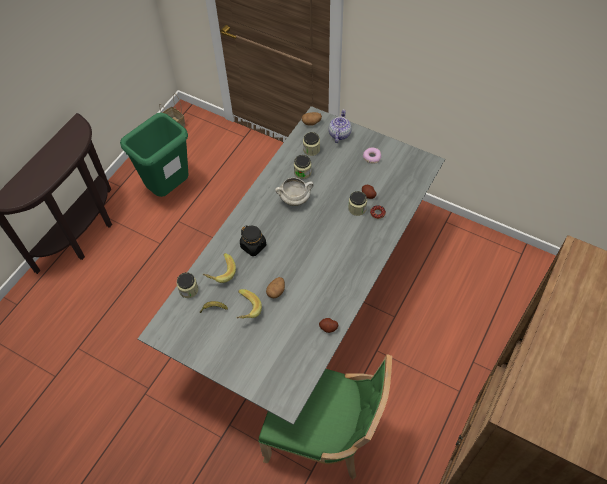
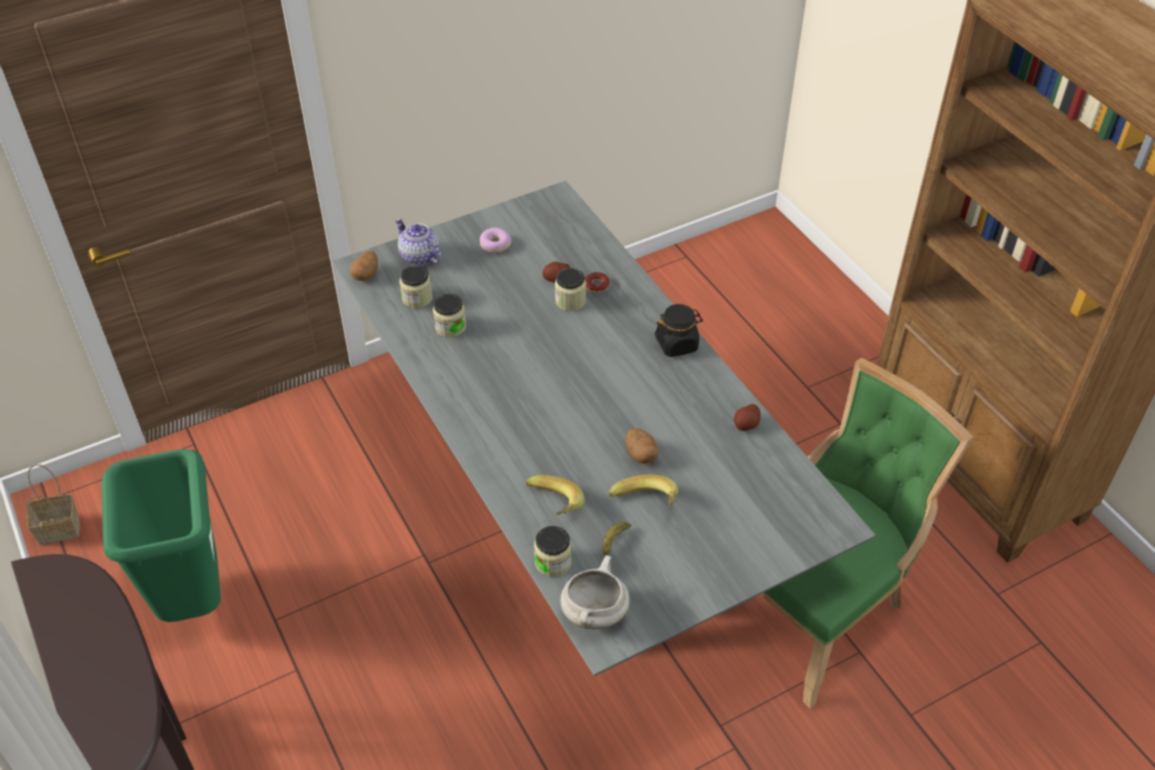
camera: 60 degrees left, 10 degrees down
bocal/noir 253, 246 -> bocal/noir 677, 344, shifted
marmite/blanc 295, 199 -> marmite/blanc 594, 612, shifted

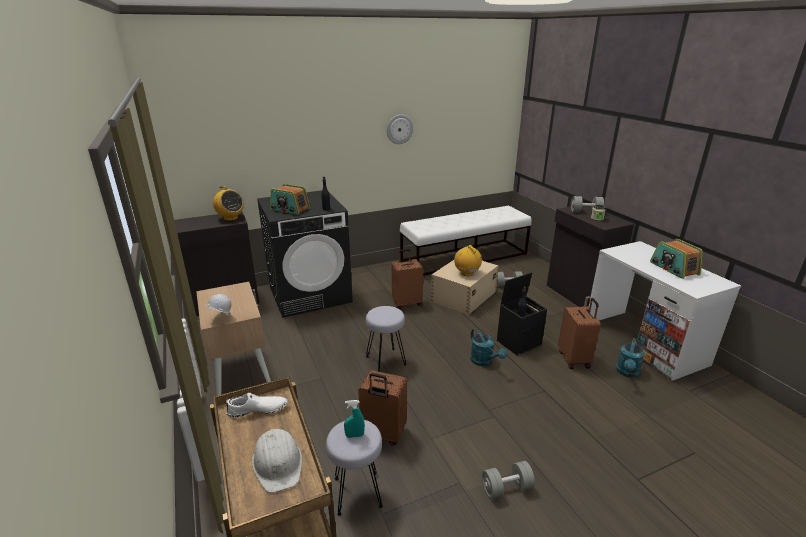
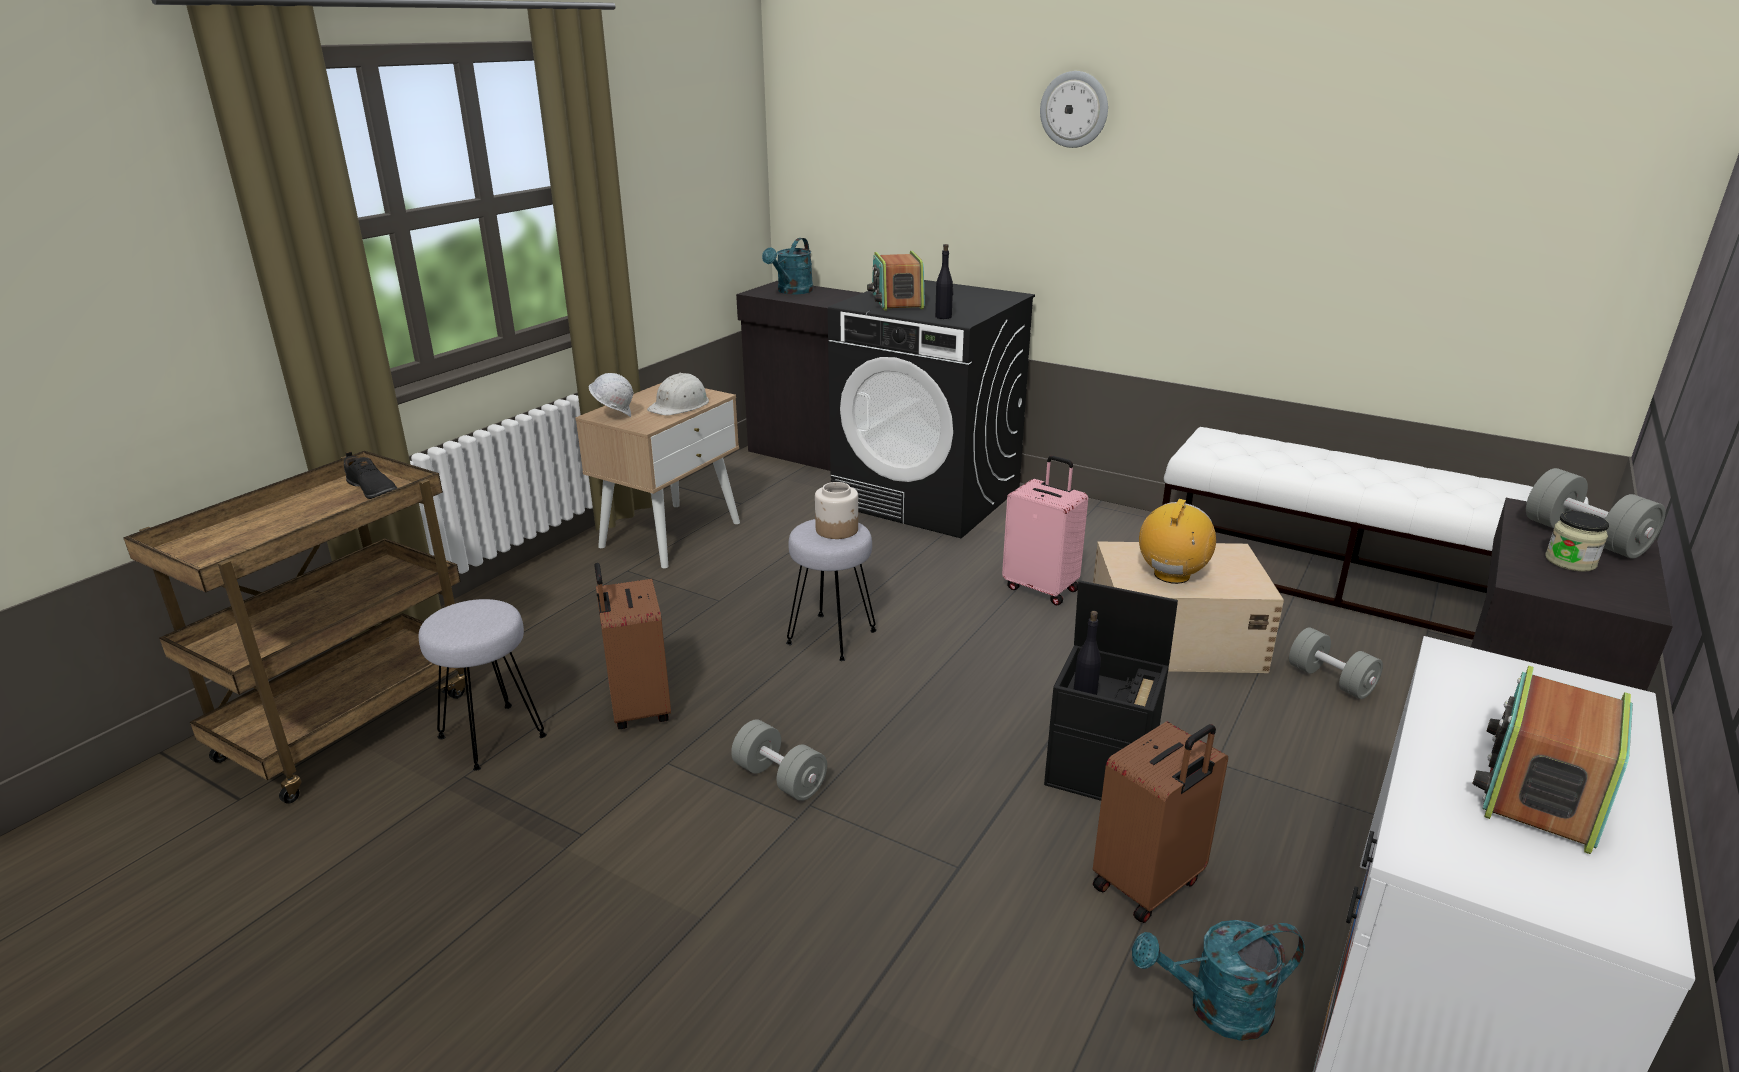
camera: 55 degrees right, 0 degrees up
radio 230, 218 -> none
vaporisateur/turquoise 354, 435 -> none
none -> bocal 837, 530
casque de chantier/blanc 278, 463 -> casque de chantier/blanc 680, 405, shifted
horloge murale 399, 129 -> horloge murale 1074, 109, shifted
arrosoir/turquoise 484, 362 -> arrosoir/turquoise 792, 292, shifted
haltère/gris 506, 488 -> haltère/gris 779, 778, shifted
chaussure/blanc 257, 410 -> chaussure/noir 371, 490
valise/marron 407, 303 -> valise/rose 1042, 588

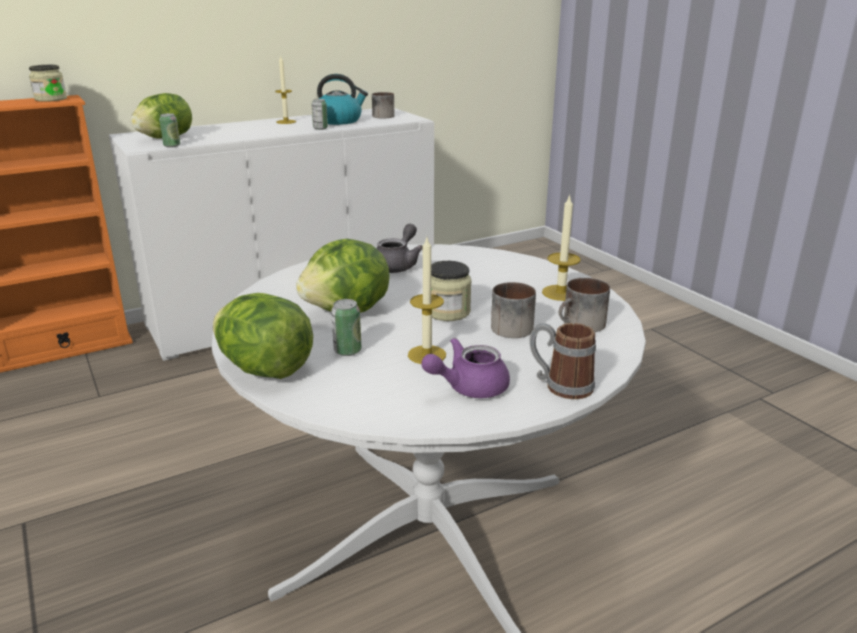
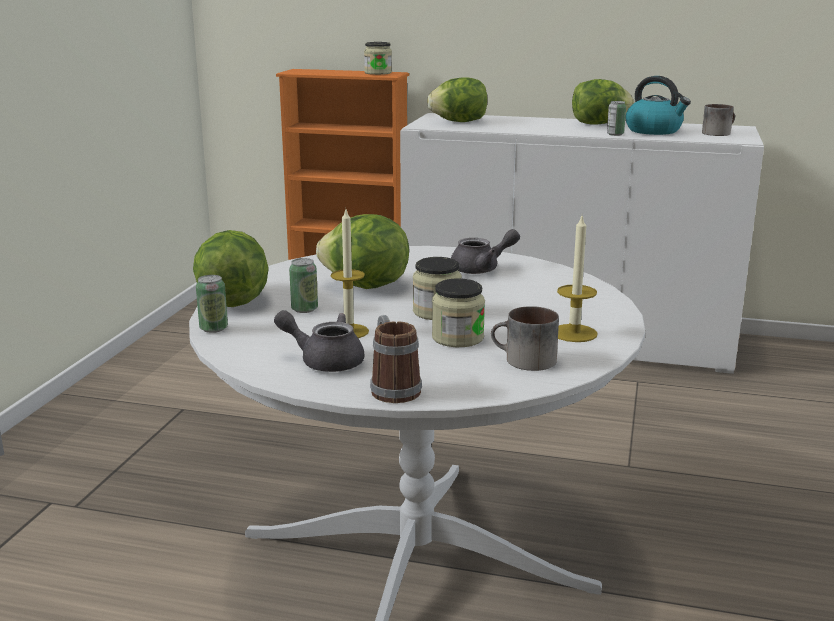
camera: 45 degrees right, 5 degrees down
boîte métallique 172, 146 -> boîte métallique 213, 328, shifted
bougie 286, 122 -> laitue 599, 124
mug 507, 326 -> bocal 457, 338
théière/violet 468, 387 -> théière/gris 325, 361

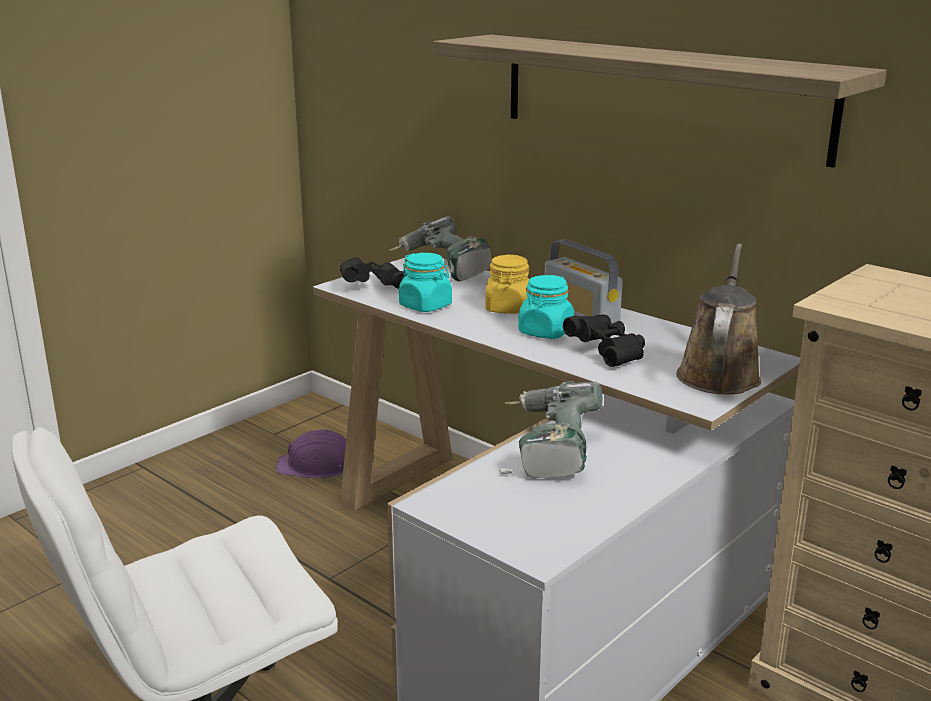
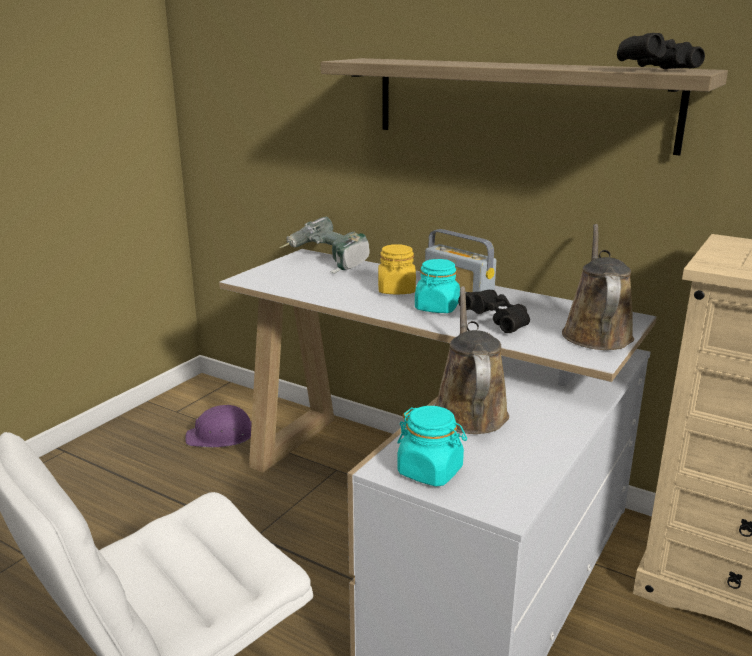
camera: 10 degrees left, 0 degrees up
jumelles/noir 373, 286 -> jumelles/noir 653, 70, shifted
bocal/turquoise 426, 306 -> bocal/turquoise 430, 471, shifted
perceuse 547, 451 -> arrosoir/marron 469, 410

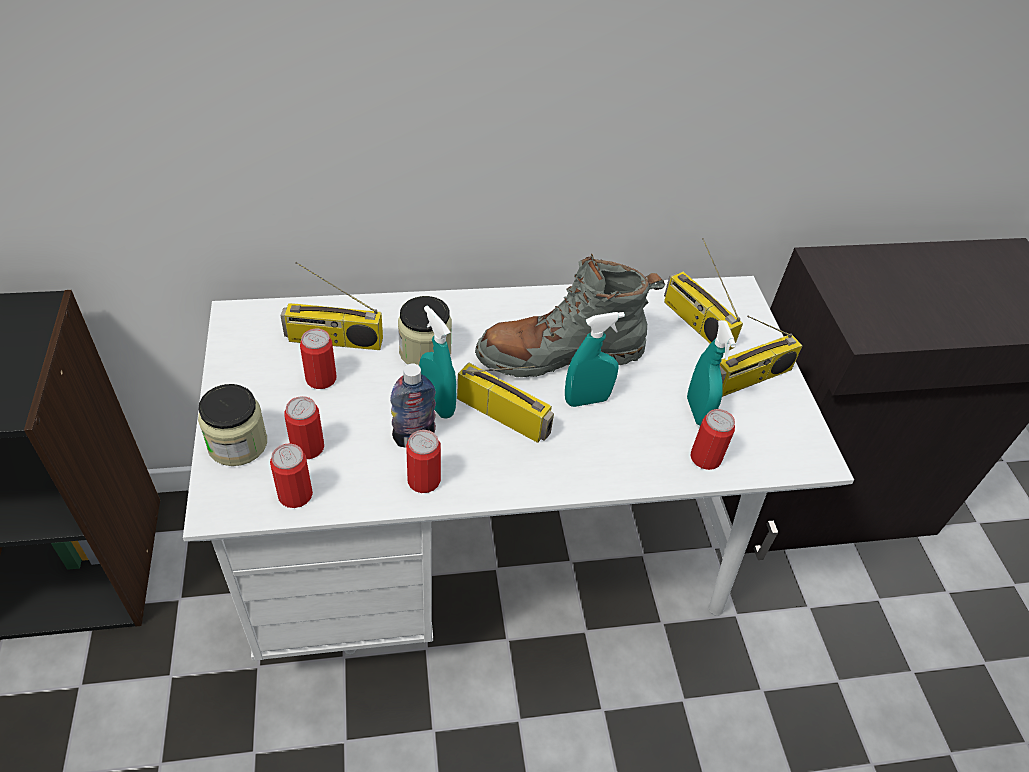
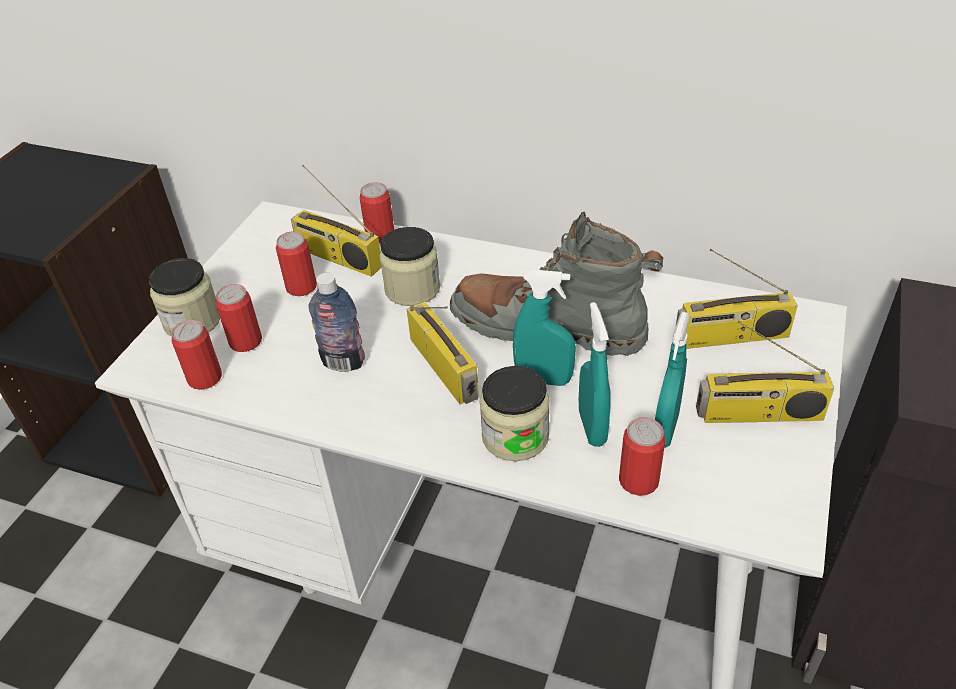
camera: 35 degrees right, 5 degrees down
none -> bocal 515, 436
boîte métallique 423, 480 -> boîte métallique 380, 236, shifted
vaporisateur/turquoise 437, 404 -> vaporisateur/turquoise 592, 427, shifted
radio 695, 323 -> radio 731, 337, 90 degrees counterclockwise

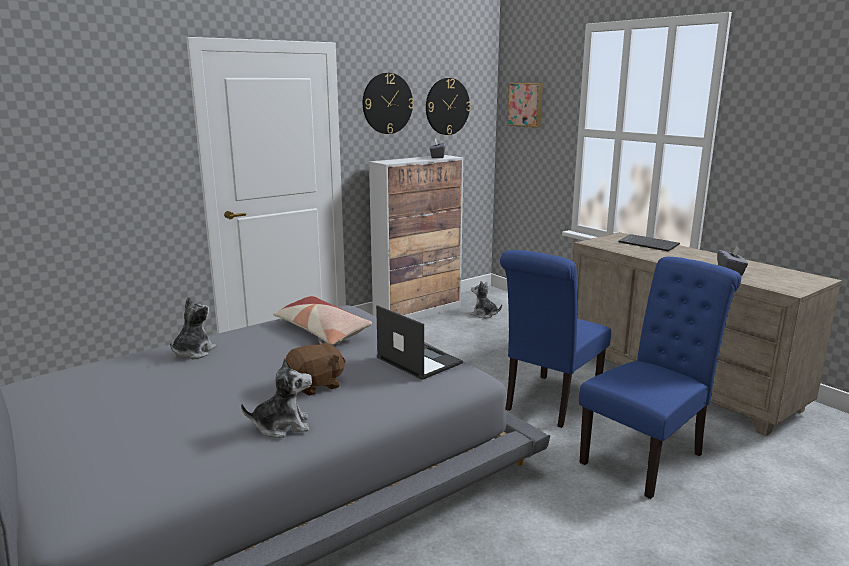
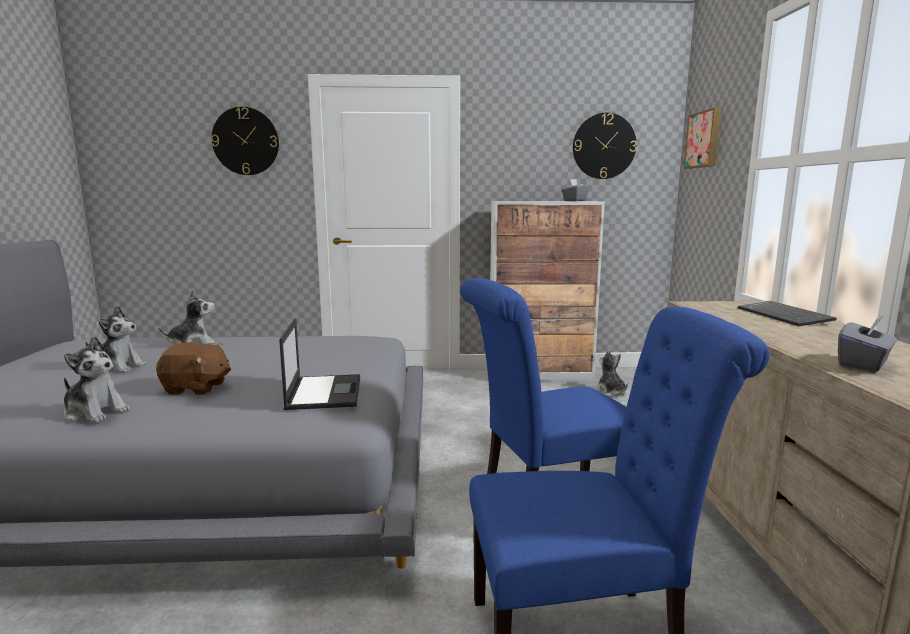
camera: 35 degrees right, 5 degrees down
coussin 322, 331 -> none
none -> peluche 117, 367
horloge murale 387, 103 -> horloge murale 246, 141, shifted

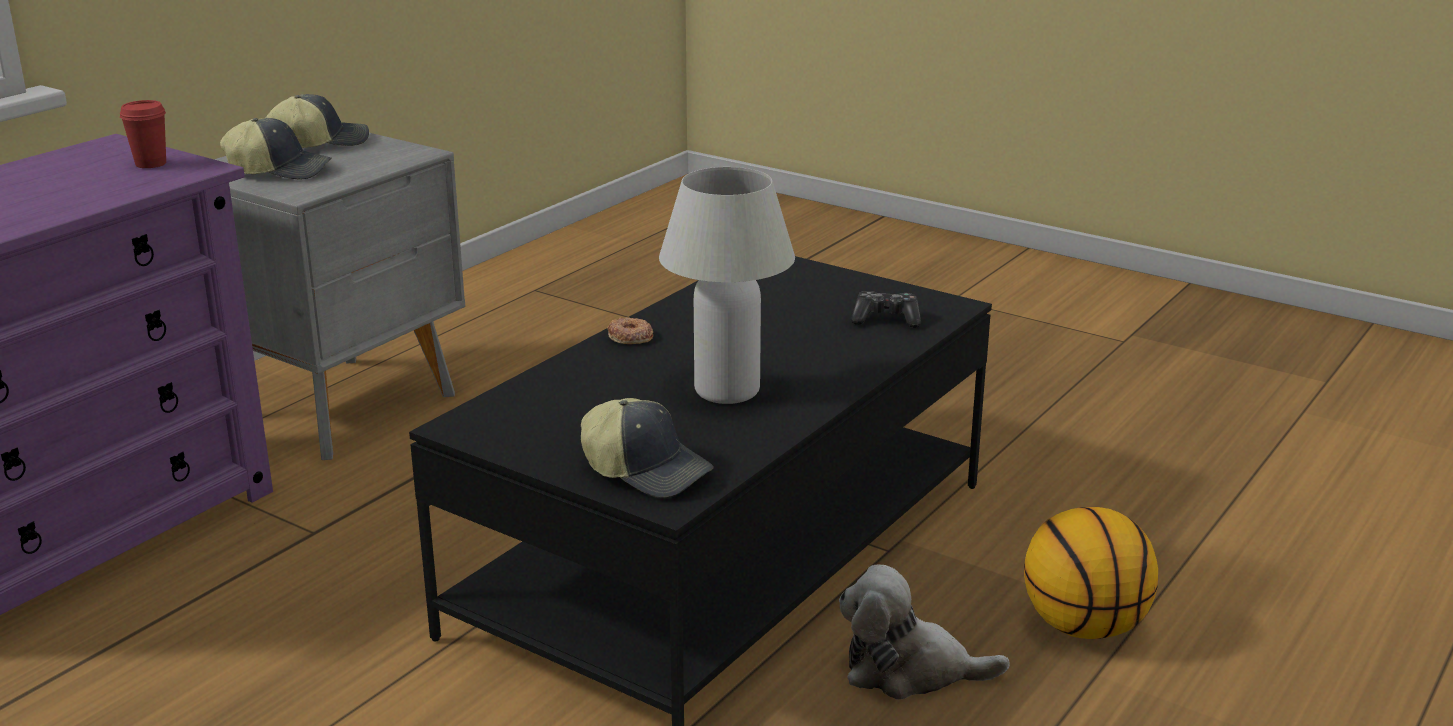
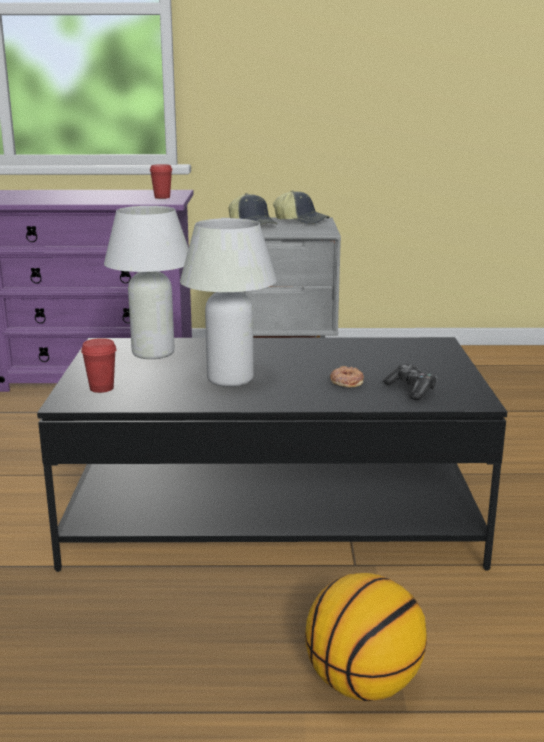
camera: 55 degrees right, 5 degrees down
peluche 909, 670 -> none
none -> lampe de table/blanc 153, 353
beignet 630, 337 -> beignet 346, 381, shifted
casquette 647, 470 -> tasse/rouge 101, 388

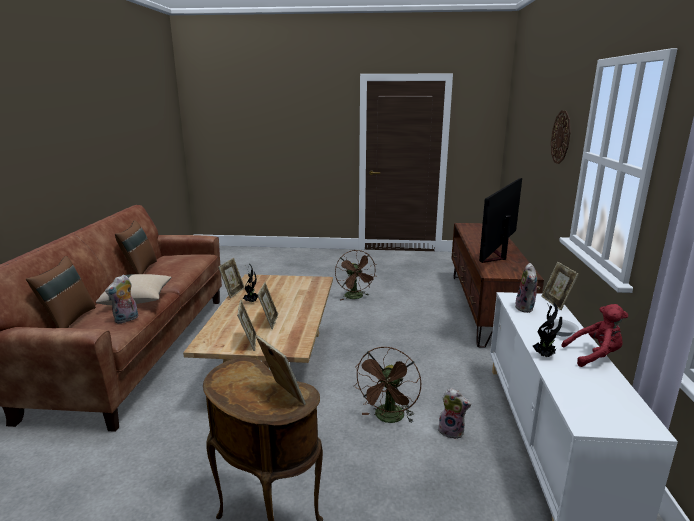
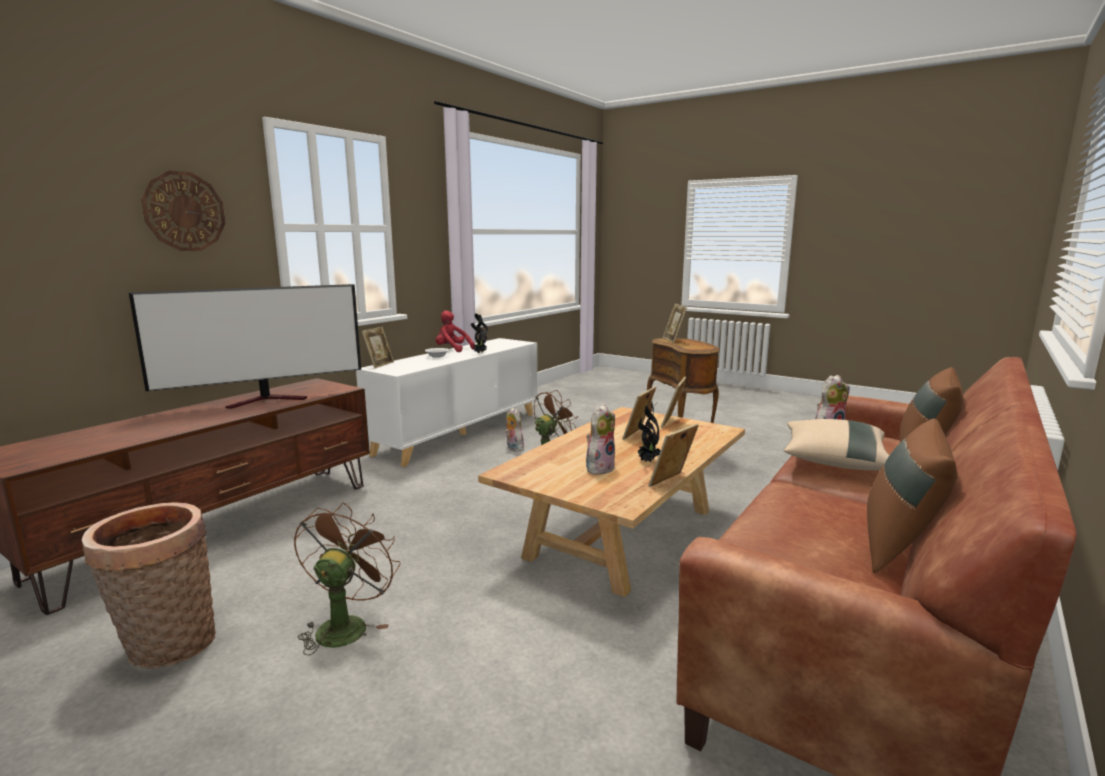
camera: 150 degrees left, 5 degrees down
none -> panier 166, 647
peluche 526, 308 -> peluche 599, 468, shifted

